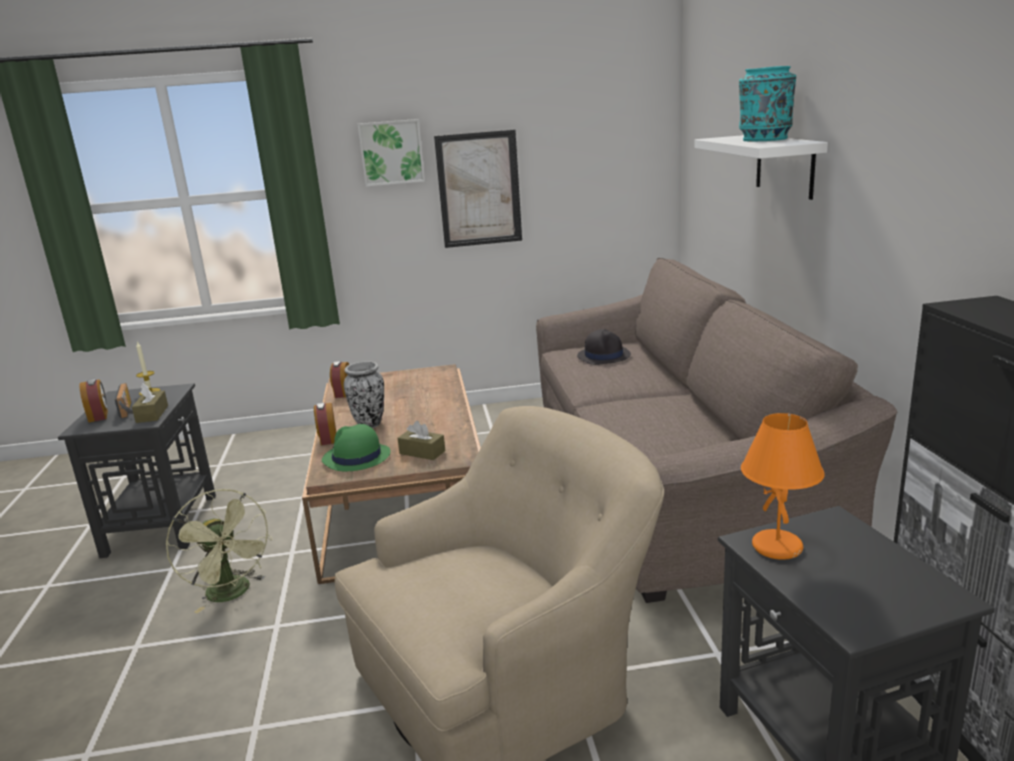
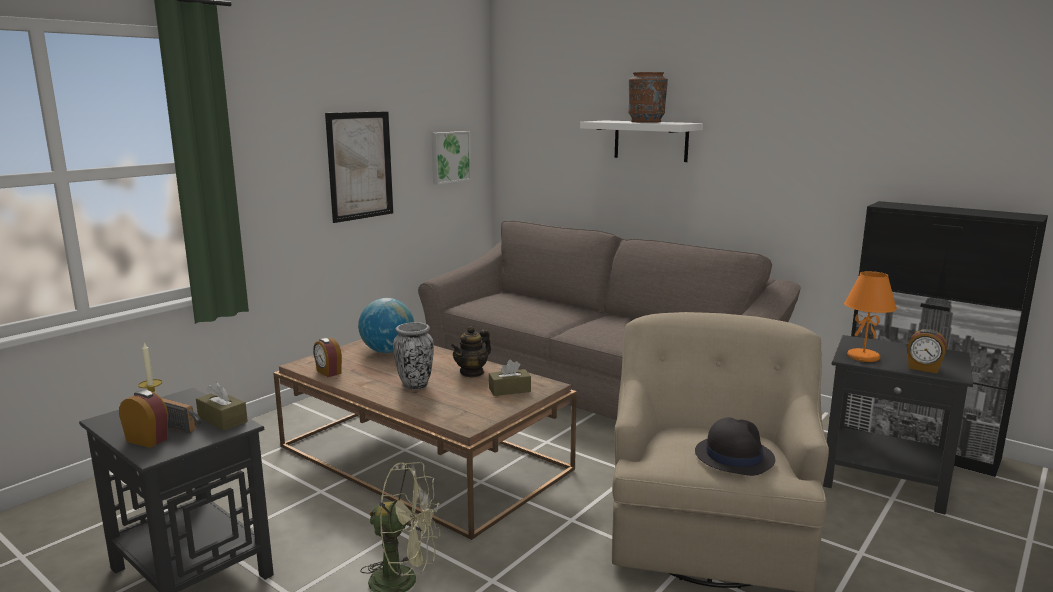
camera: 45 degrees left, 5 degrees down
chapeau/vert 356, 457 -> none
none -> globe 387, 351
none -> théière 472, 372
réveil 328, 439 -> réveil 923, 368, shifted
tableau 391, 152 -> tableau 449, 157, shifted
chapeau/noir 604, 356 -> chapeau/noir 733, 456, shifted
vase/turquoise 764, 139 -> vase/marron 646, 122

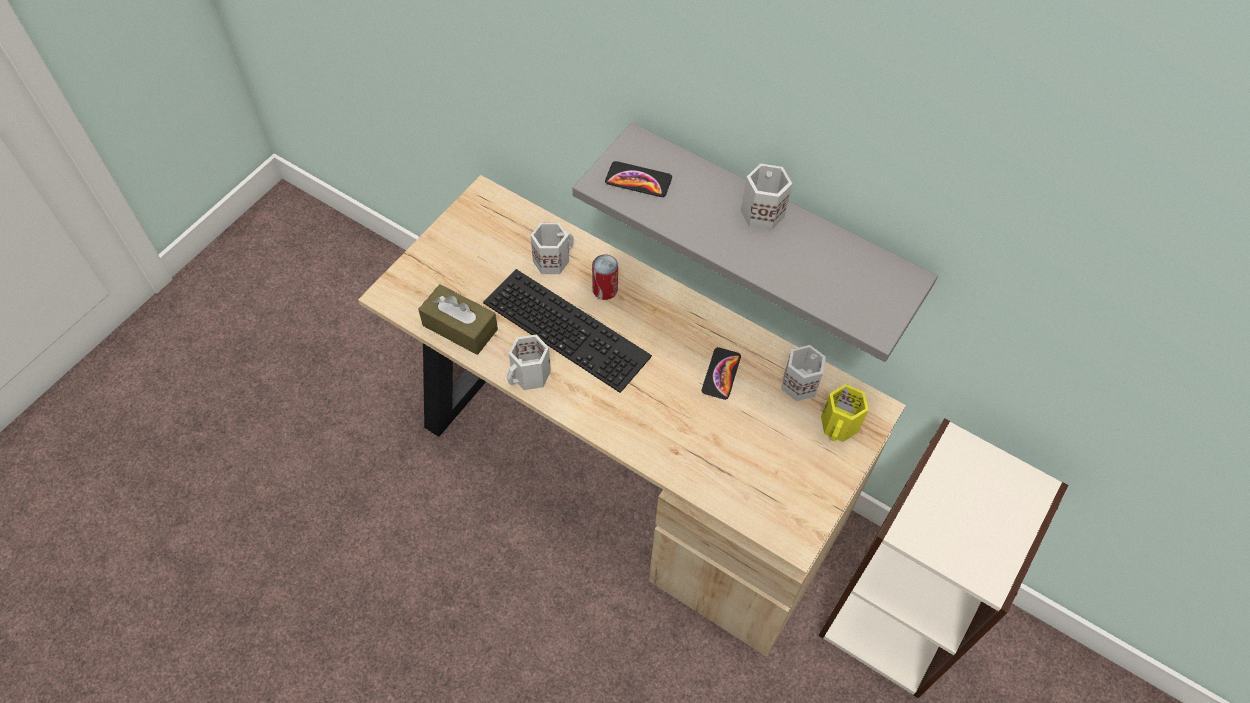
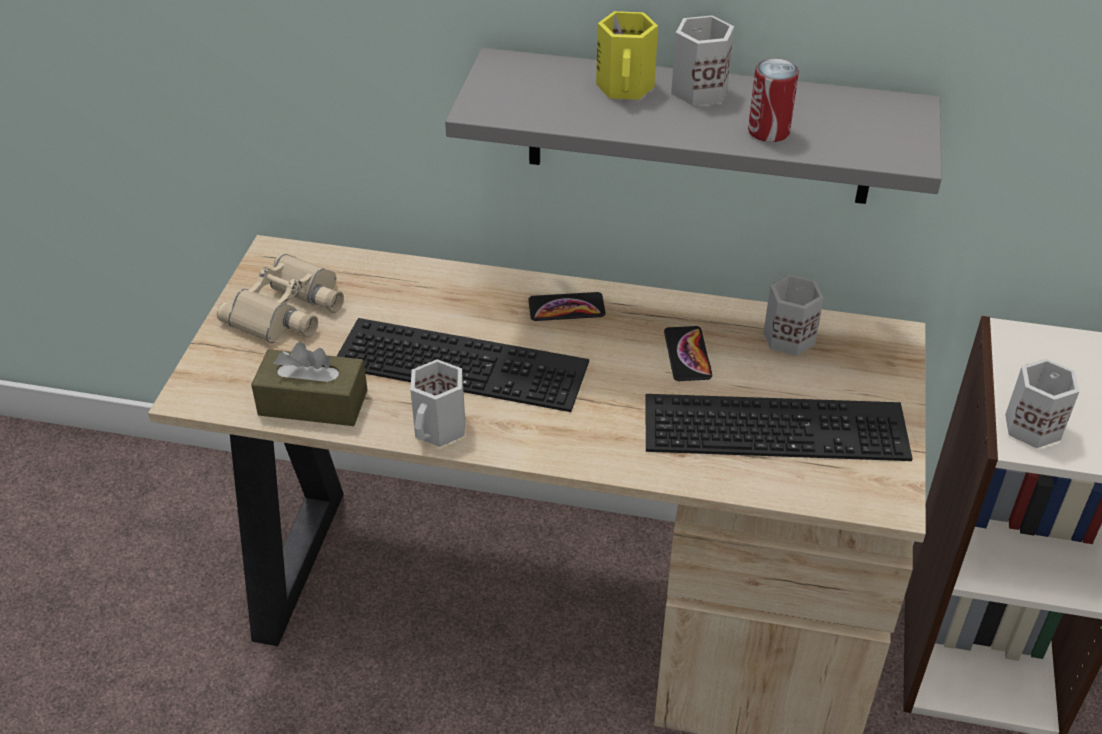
camera: 20 degrees left, 15 degrees down
none -> jumelles/beige 289, 309
none -> clavier 777, 424
mug/blanc 552, 259 -> mug/blanc 1031, 425, shifted
boîte métallique 605, 290 -> boîte métallique 768, 131, shifted
téléphone 638, 180 -> téléphone 566, 308, shifted
mug/jaune 840, 426 -> mug/jaune 627, 87, shifted

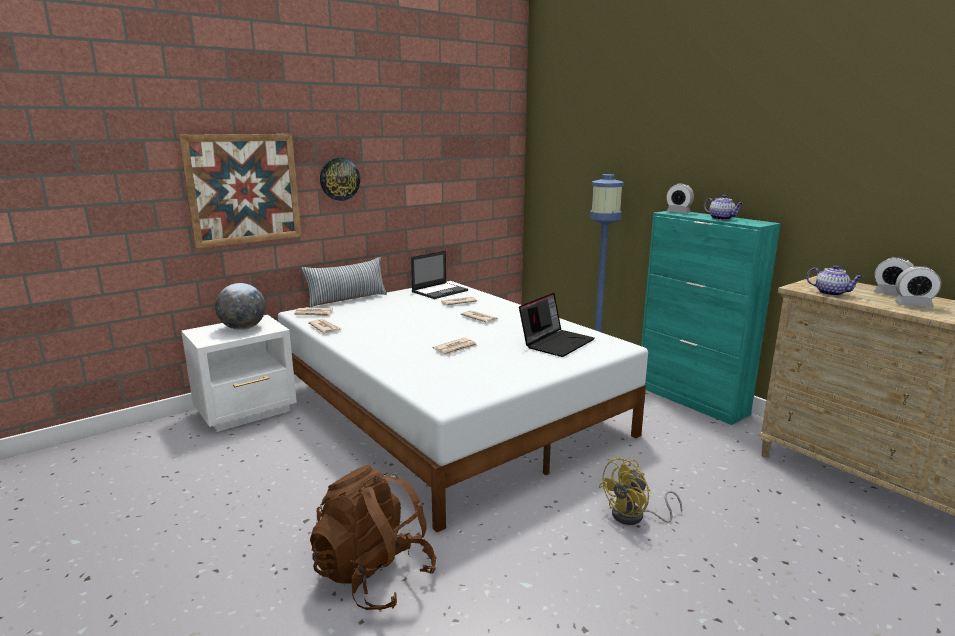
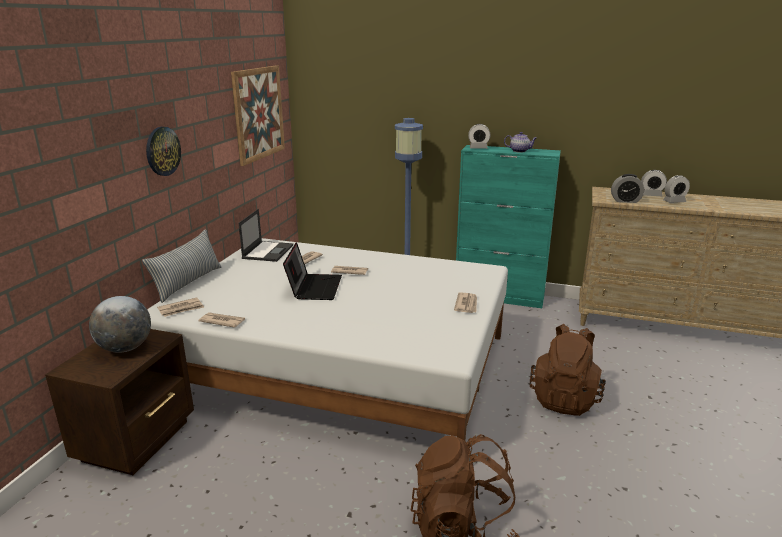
camera: 35 degrees left, 5 degrees up
tableau 243, 189 -> tableau 258, 113, shifted
journal 456, 348 -> journal 466, 304, shifted
ordinateur portable 556, 342 -> ordinateur portable 314, 287, shifted
ventilateur/jaune 635, 517 -> sac à dos/marron 564, 398
théière 831, 293 -> réveil 625, 201
table de chevet/blanc 248, 411 -> table de chevet/marron 138, 440

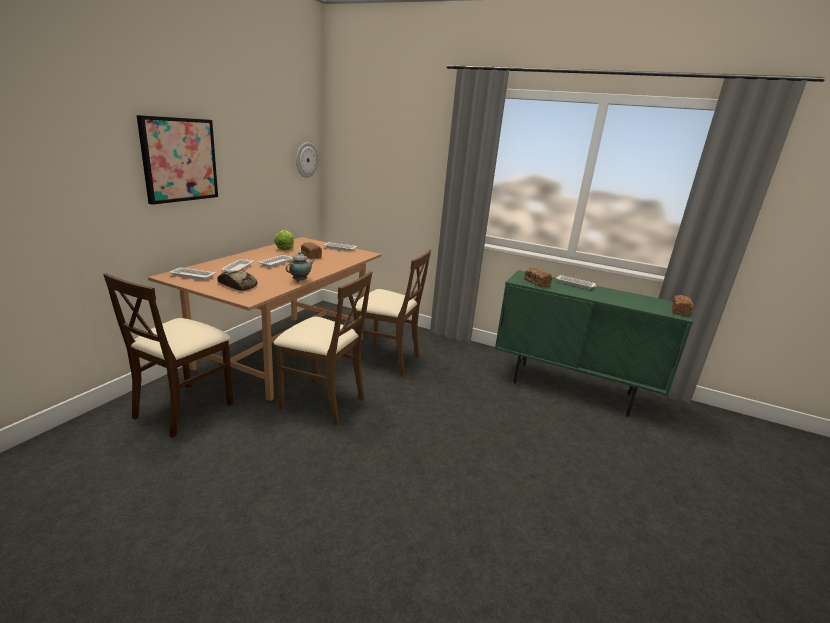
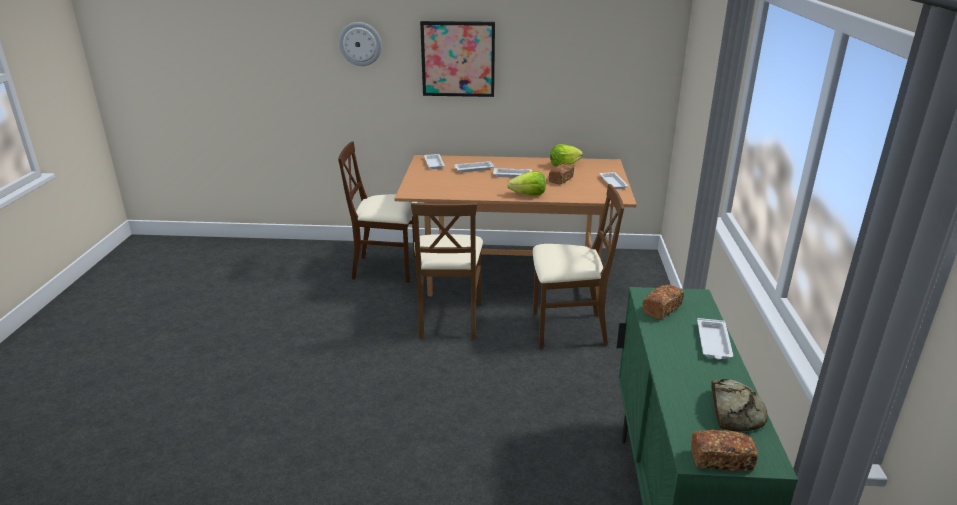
camera: 70 degrees right, 5 degrees up
théière 301, 280 -> none
none -> laitue 528, 195
pain 238, 285 -> pain 734, 411, shifted
horloge murale 306, 160 -> horloge murale 360, 44, shifted
chaise/marron 386, 359 -> chaise/marron 567, 329, 90 degrees counterclockwise

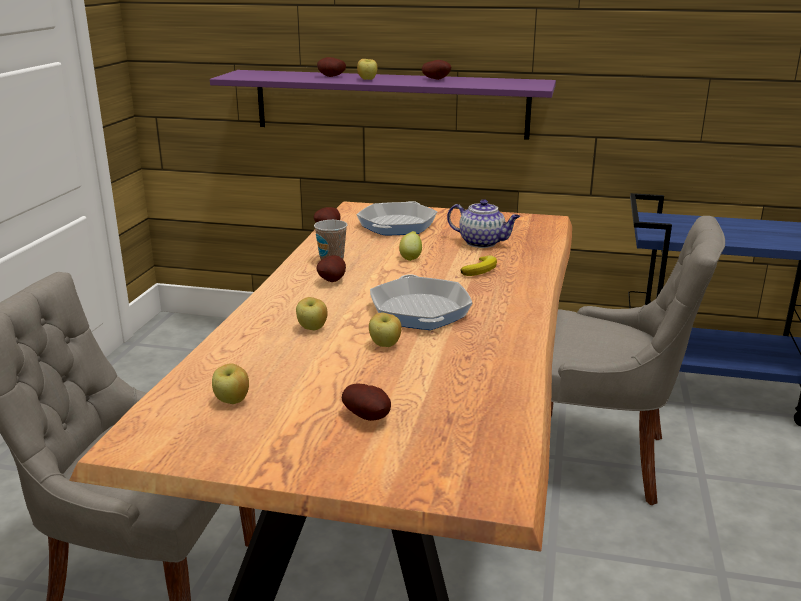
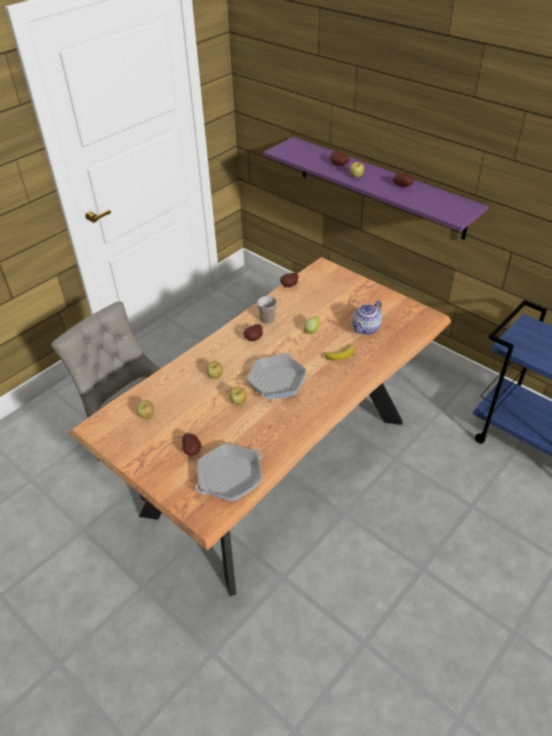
camera: 30 degrees right, 20 degrees up
chaise/gris 599, 458 -> none
poêle 397, 225 -> poêle 229, 476, shifted
théière 483, 243 -> théière 366, 329, 75 degrees clockwise

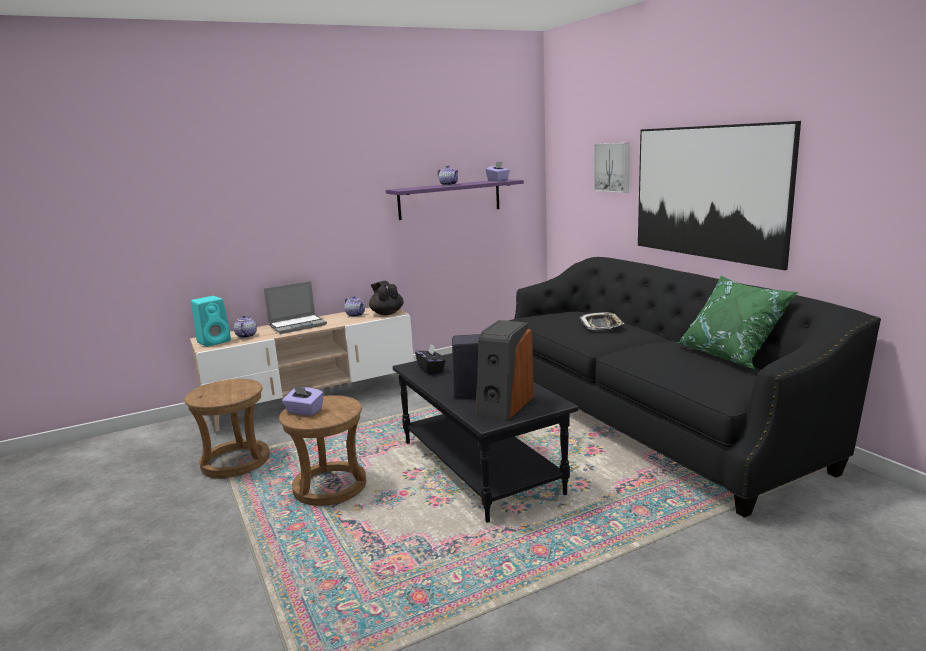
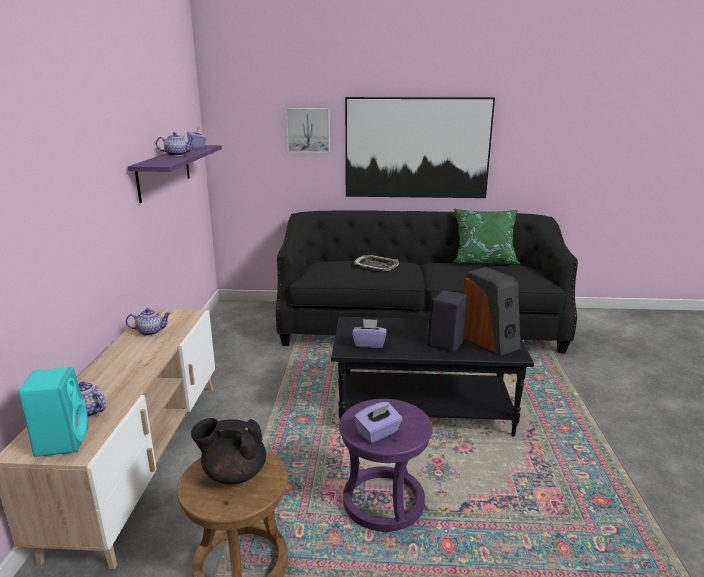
camera: 60 degrees left, 5 degrees up
ordinateur portable 298, 325 -> none
théière/noir 386, 313 -> théière/noir 234, 473, shifted
tabouret/marron 330, 487 -> tabouret/violet 383, 502
boîte à mouchoirs/noir 431, 369 -> boîte à mouchoirs/violet 369, 344

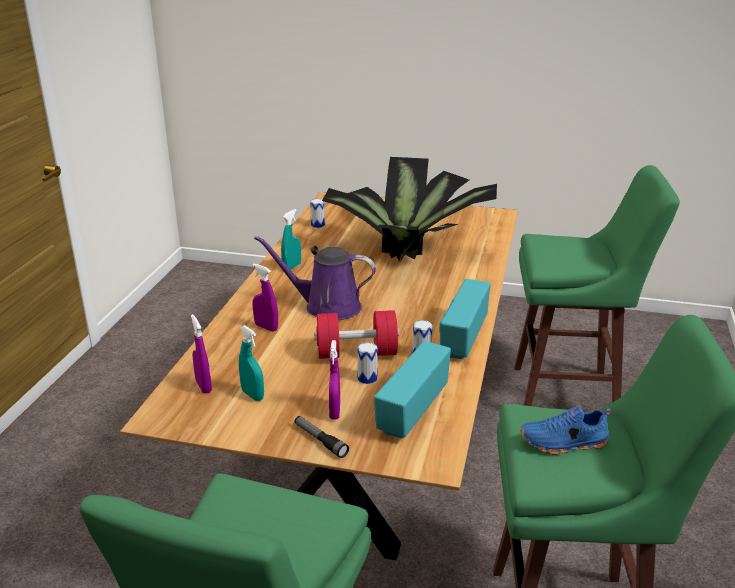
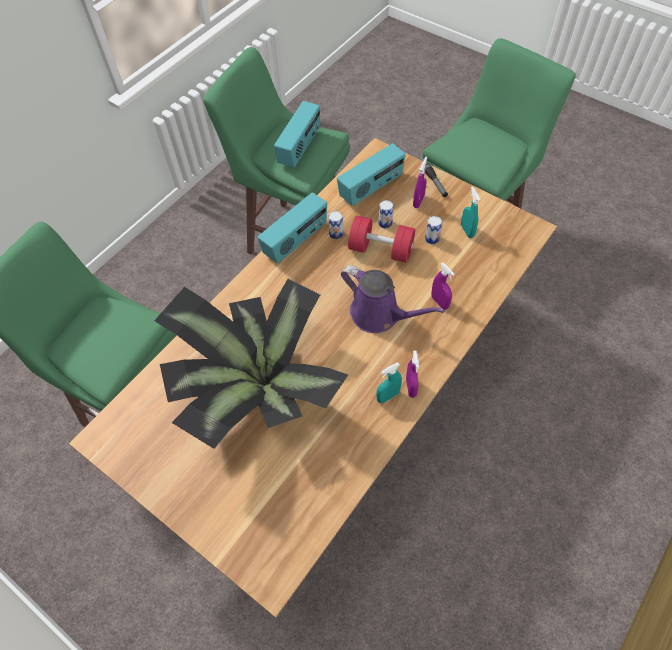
camera: 155 degrees left, 30 degrees up
vaporisateur/violet 203, 386 -> vaporisateur/violet 411, 387, shifted
boîte métallique 317, 225 -> boîte métallique 432, 239, shifted
chaussure/bleu 564, 443 -> radio 300, 148

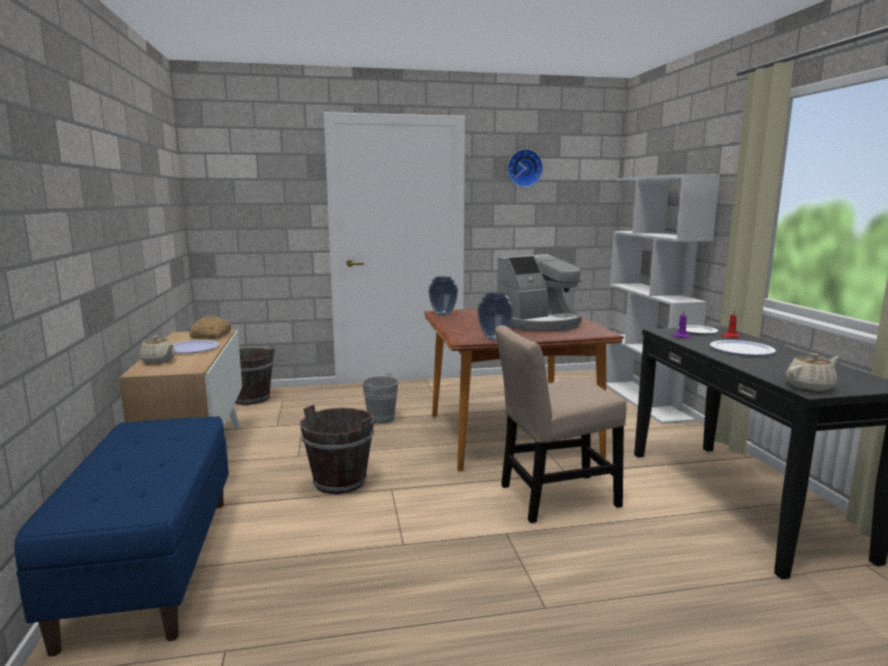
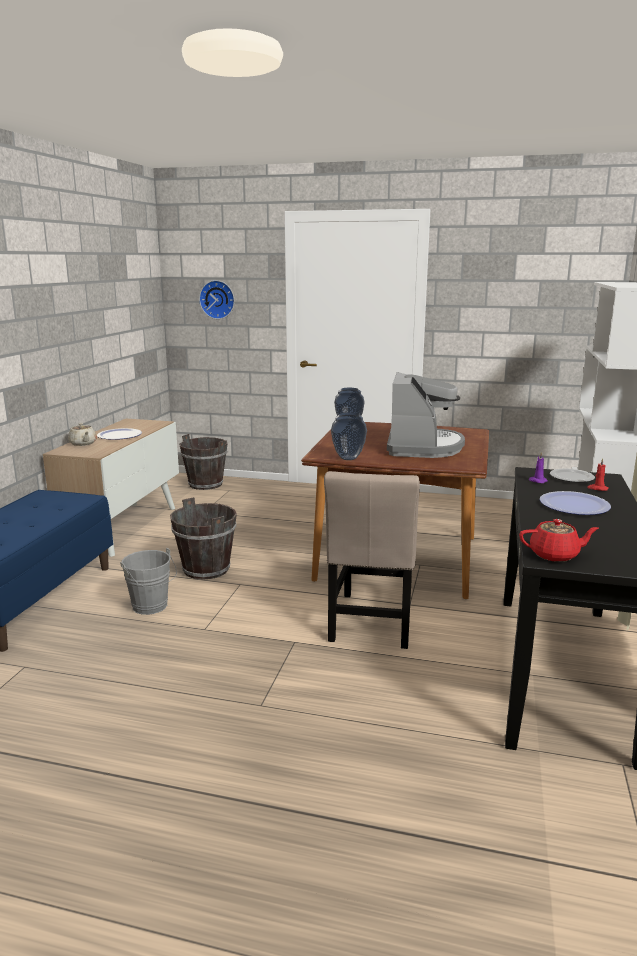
camera: 25 degrees right, 5 degrees up
pain 211, 335 -> none
seau/gris 384, 419 -> seau/gris 152, 607, shifted
horloge murale 524, 168 -> horloge murale 218, 299, shifted
théière/beige 810, 386 -> théière/rouge 555, 555
chaise/beige 553, 497 -> chaise/beige 371, 623, 90 degrees counterclockwise
machine à café 539, 323 -> machine à café 423, 447, 75 degrees counterclockwise

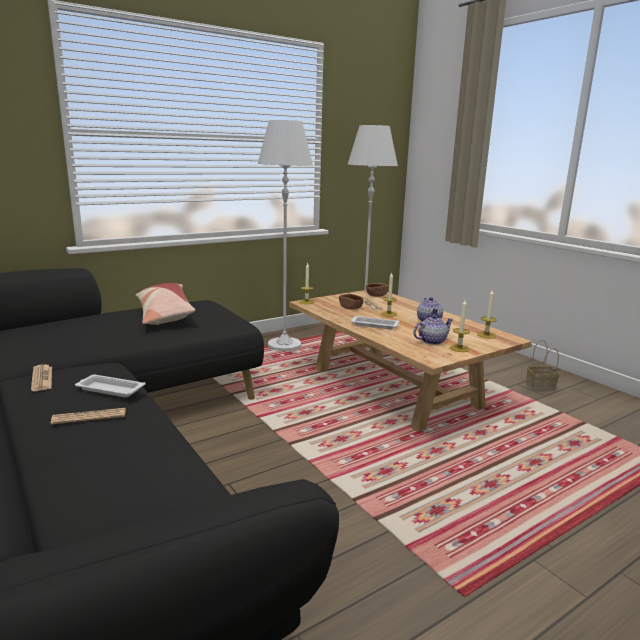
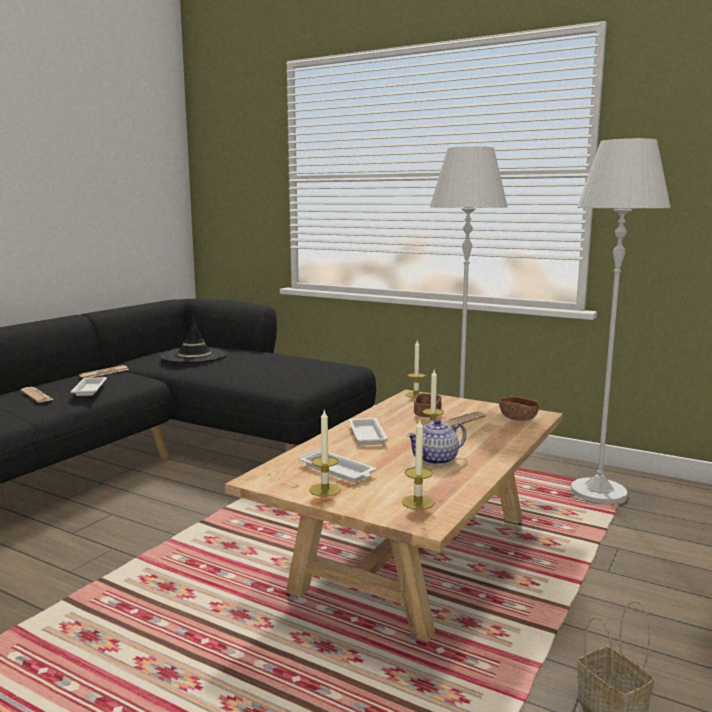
camera: 65 degrees right, 5 degrees down
coussin 164, 314 -> none
none -> chapeau/noir 194, 356
théière 431, 341 -> plateau/blanc 337, 471

